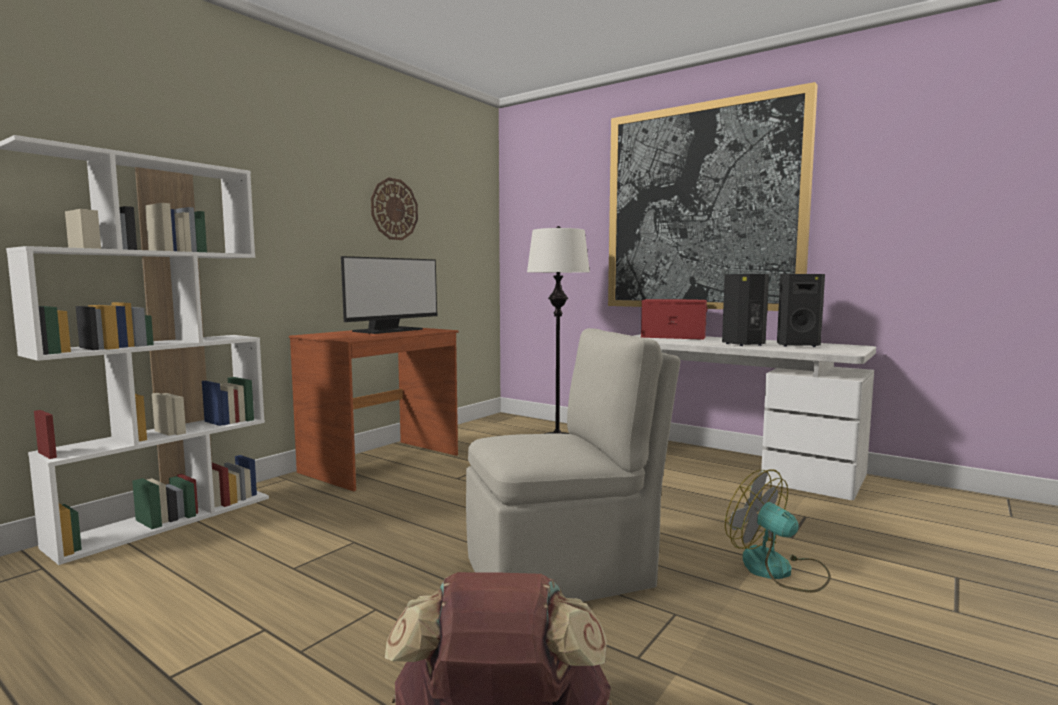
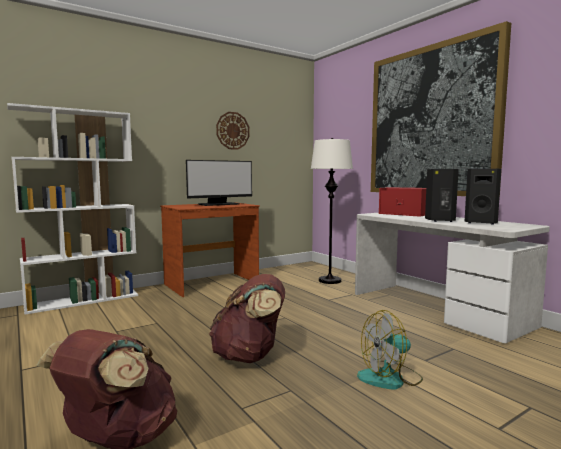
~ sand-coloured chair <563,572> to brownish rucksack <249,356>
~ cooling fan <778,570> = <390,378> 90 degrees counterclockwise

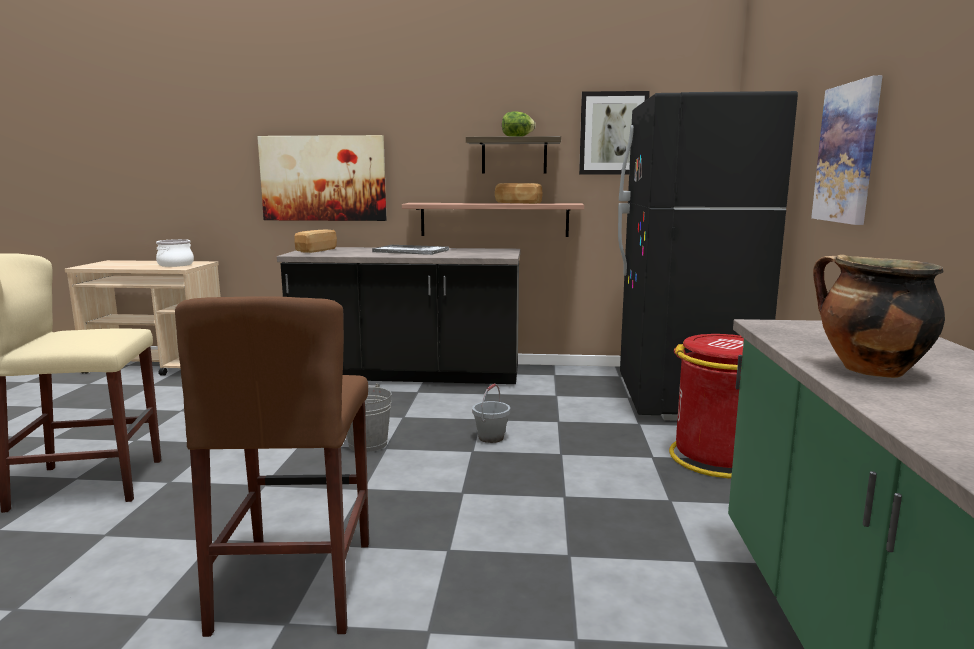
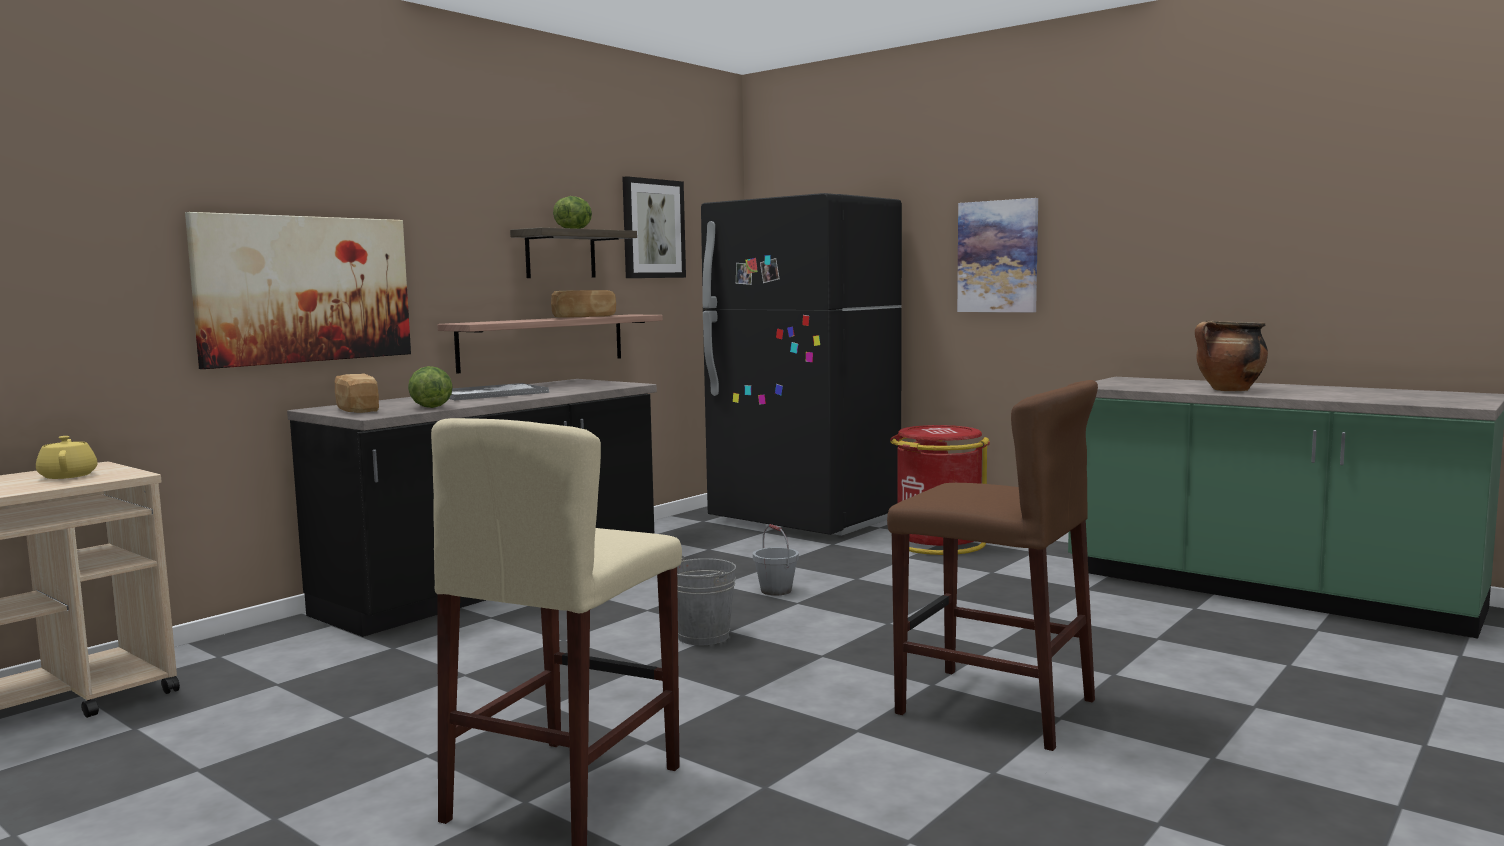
~ stockpot <175,265> to yellow pot for tea <68,476>
+ lettuce head <431,407>

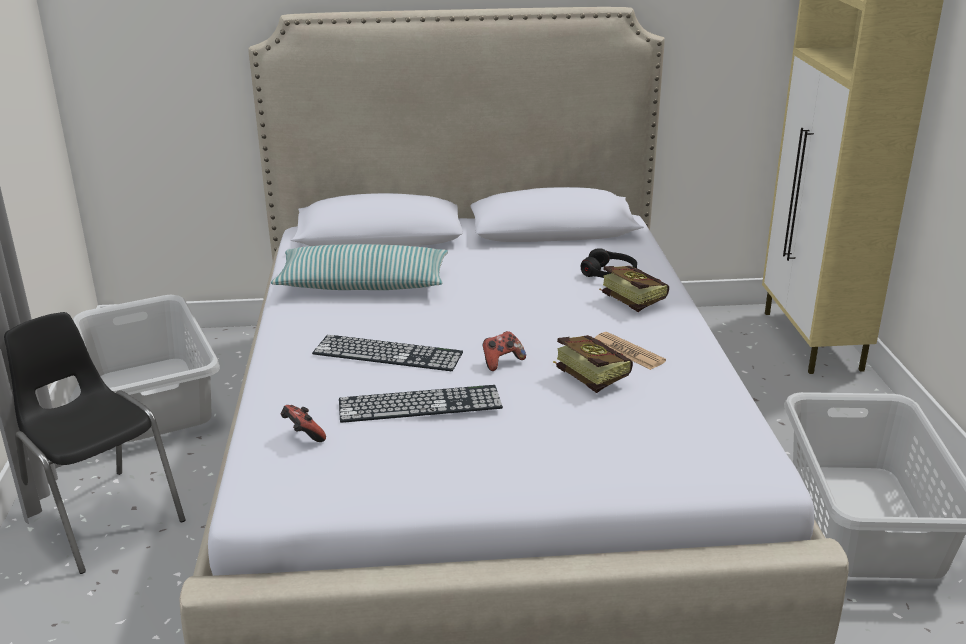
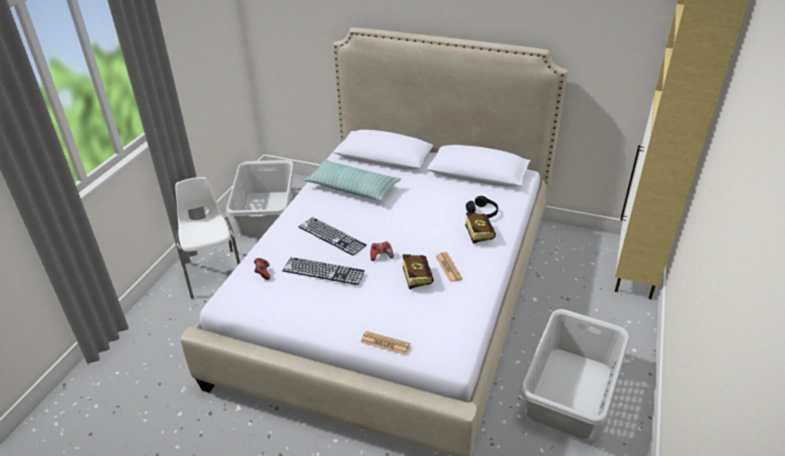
~ black chair <104,517> to white-coloured chair <214,272>
+ newspaper <385,343>

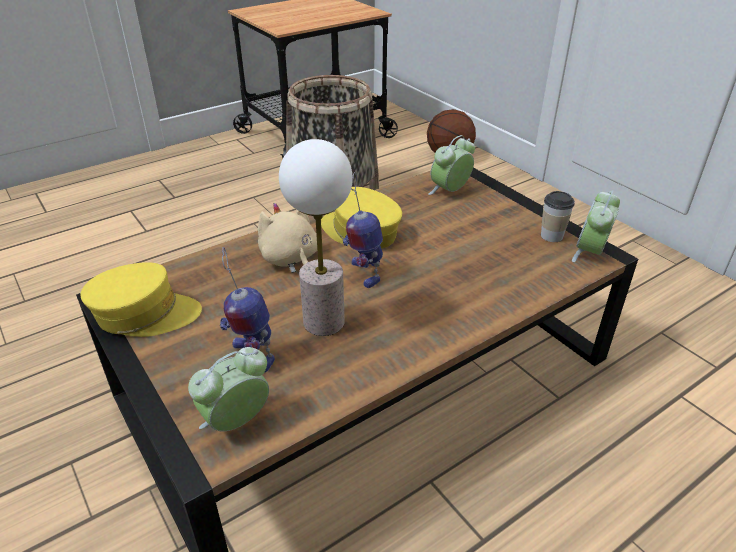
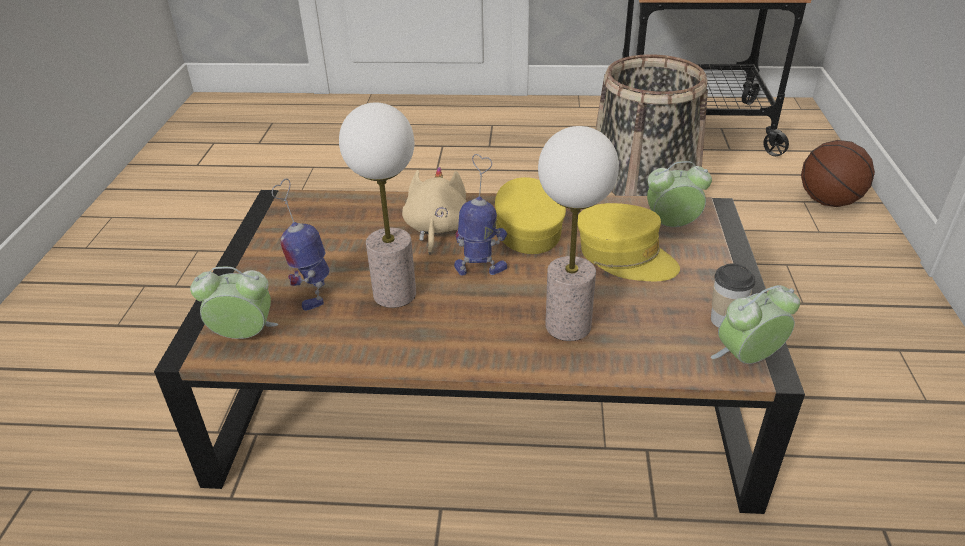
~ toy robot <364,273> = <480,268> 75 degrees clockwise
~ yellow peaked cap <145,314> to <625,256>
+ table lamp <567,326>

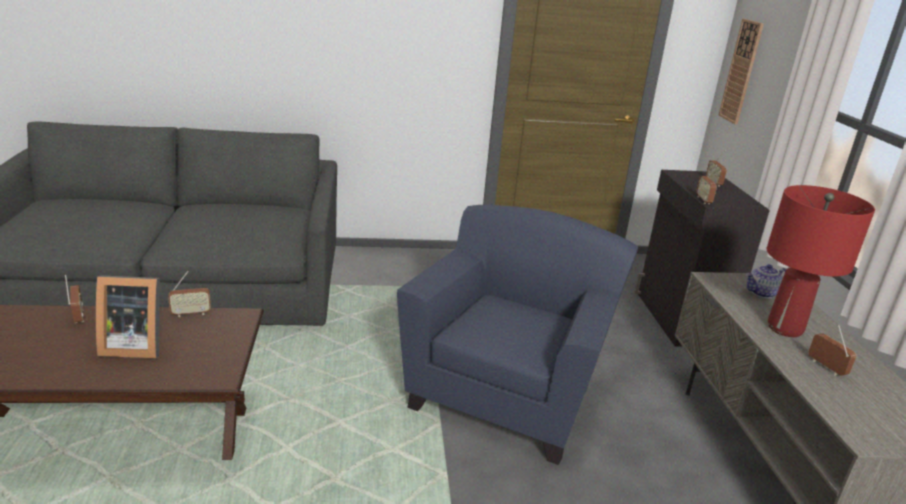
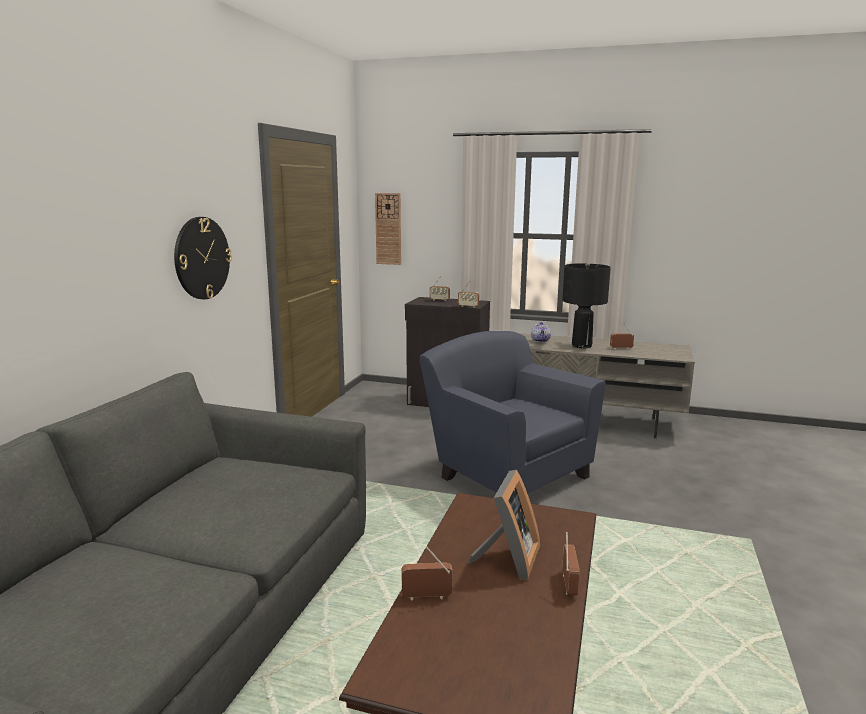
~ red table lamp <785,328> to black table lamp <581,346>
~ radio set <191,313> to <568,585>
+ hanging clock <202,258>

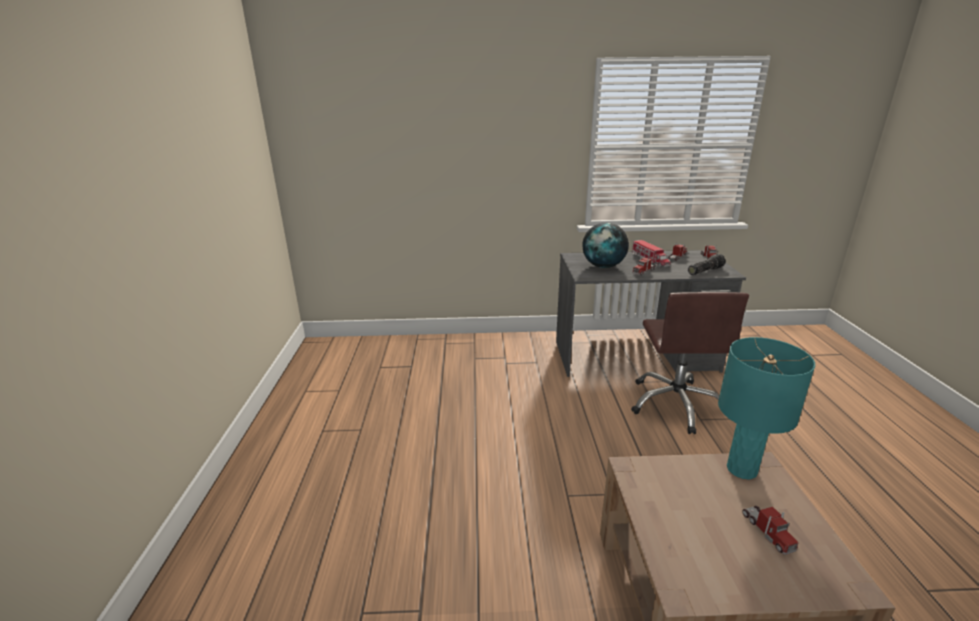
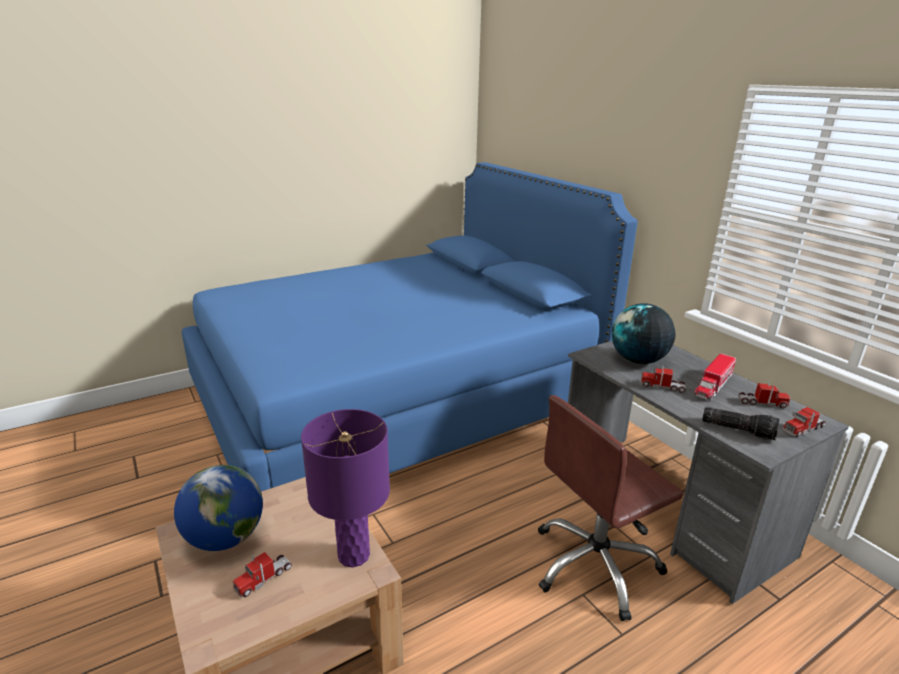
~ turquoise-coloured table lamp <742,470> to purplish table lamp <353,555>
+ blue-coloured bed <396,400>
+ desk globe <225,538>

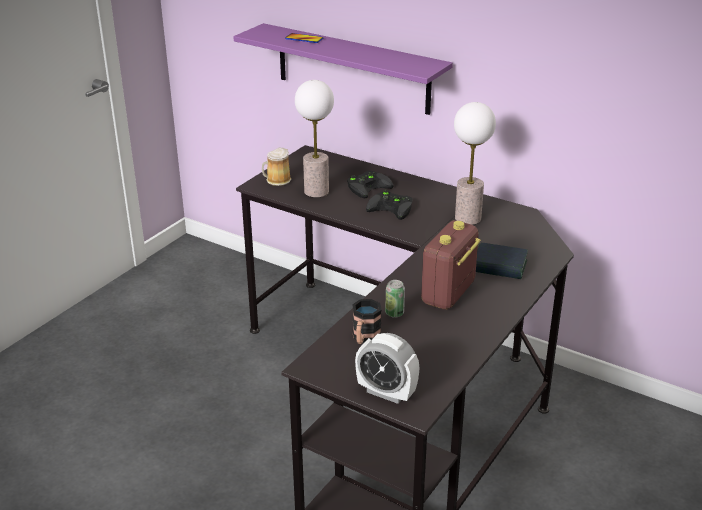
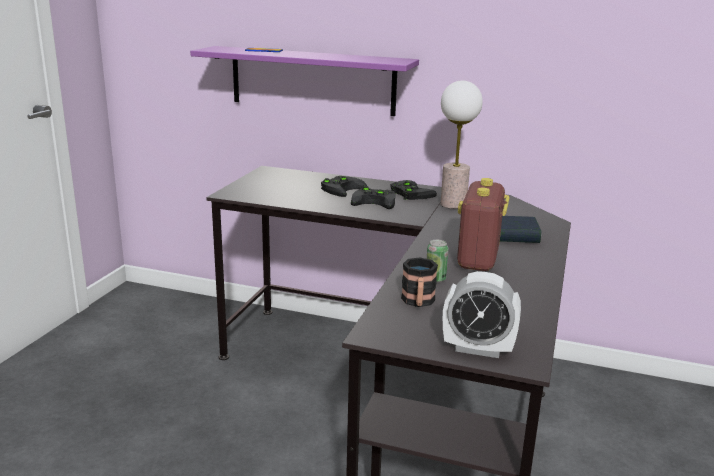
- table lamp <316,191>
- coffee mug <276,180>
+ black game controller <409,193>

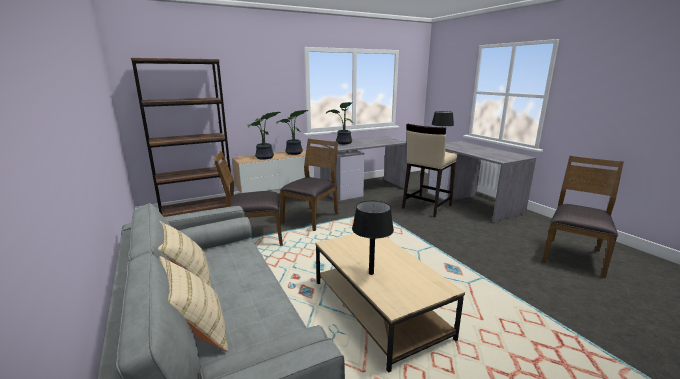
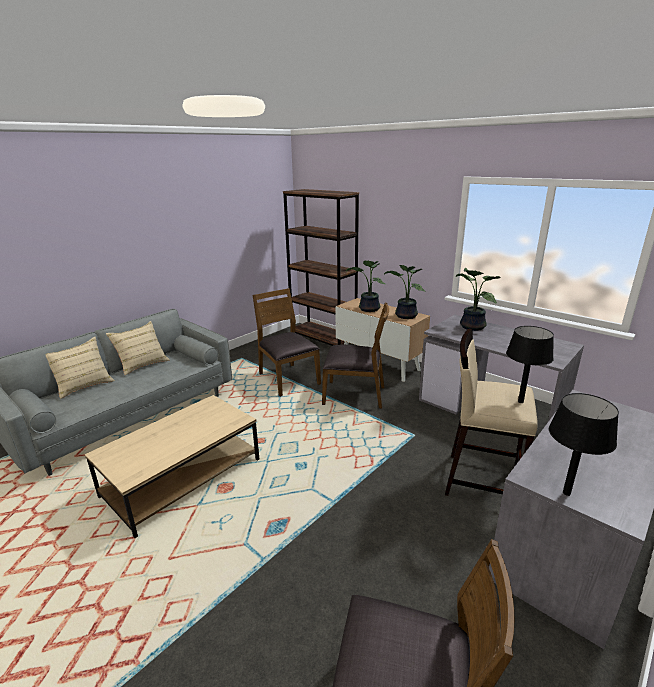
~ black table lamp <371,273> to <566,493>

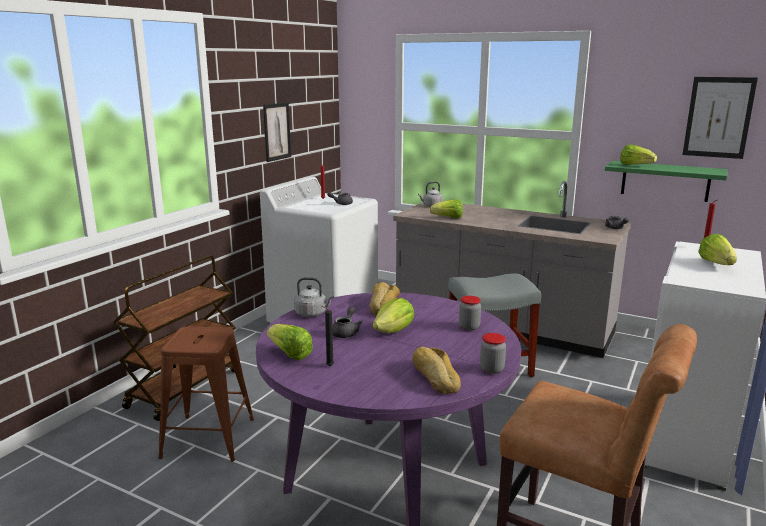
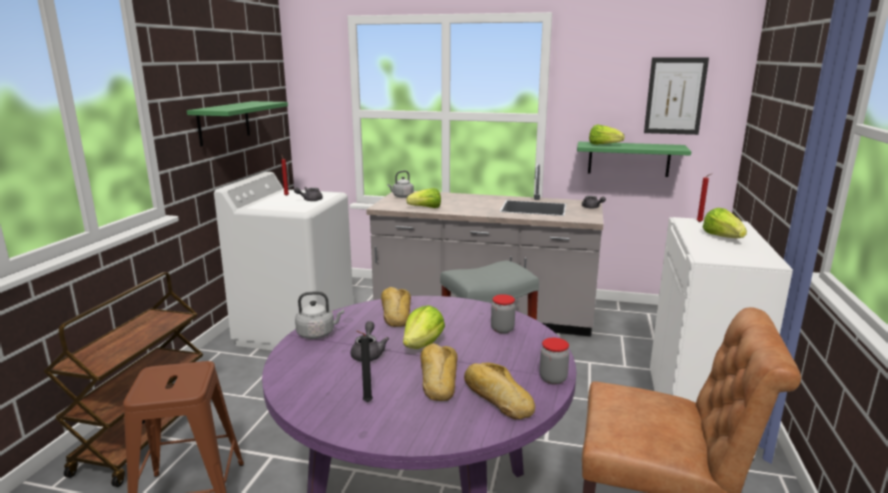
~ wall picture <277,131> to green-coloured bracket shelf <224,123>
- lettuce head <289,354>
+ baked bread <438,379>

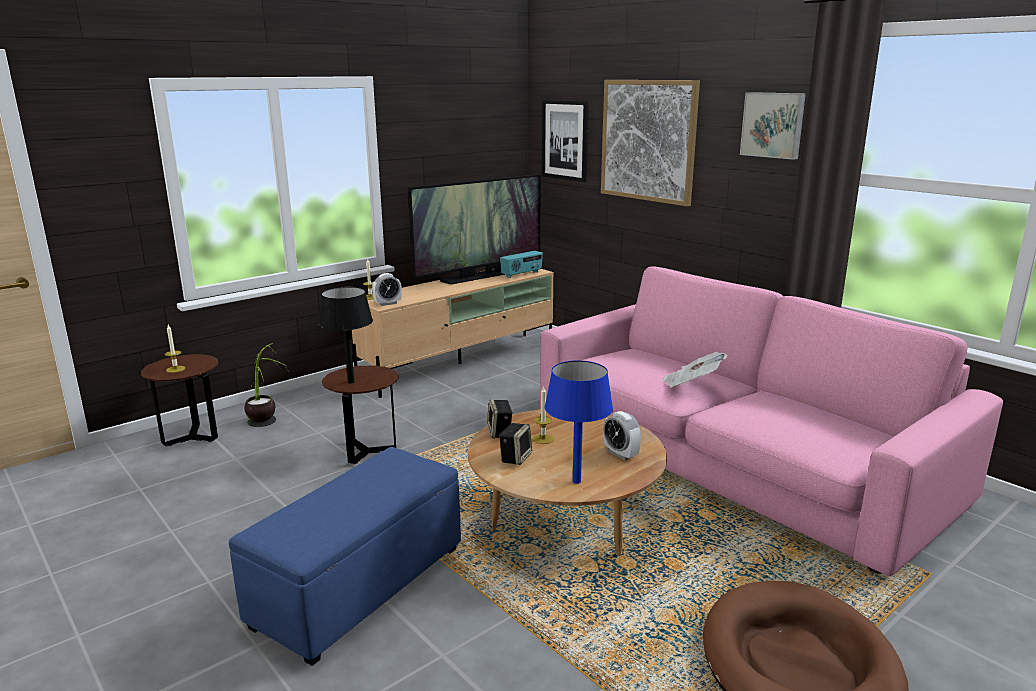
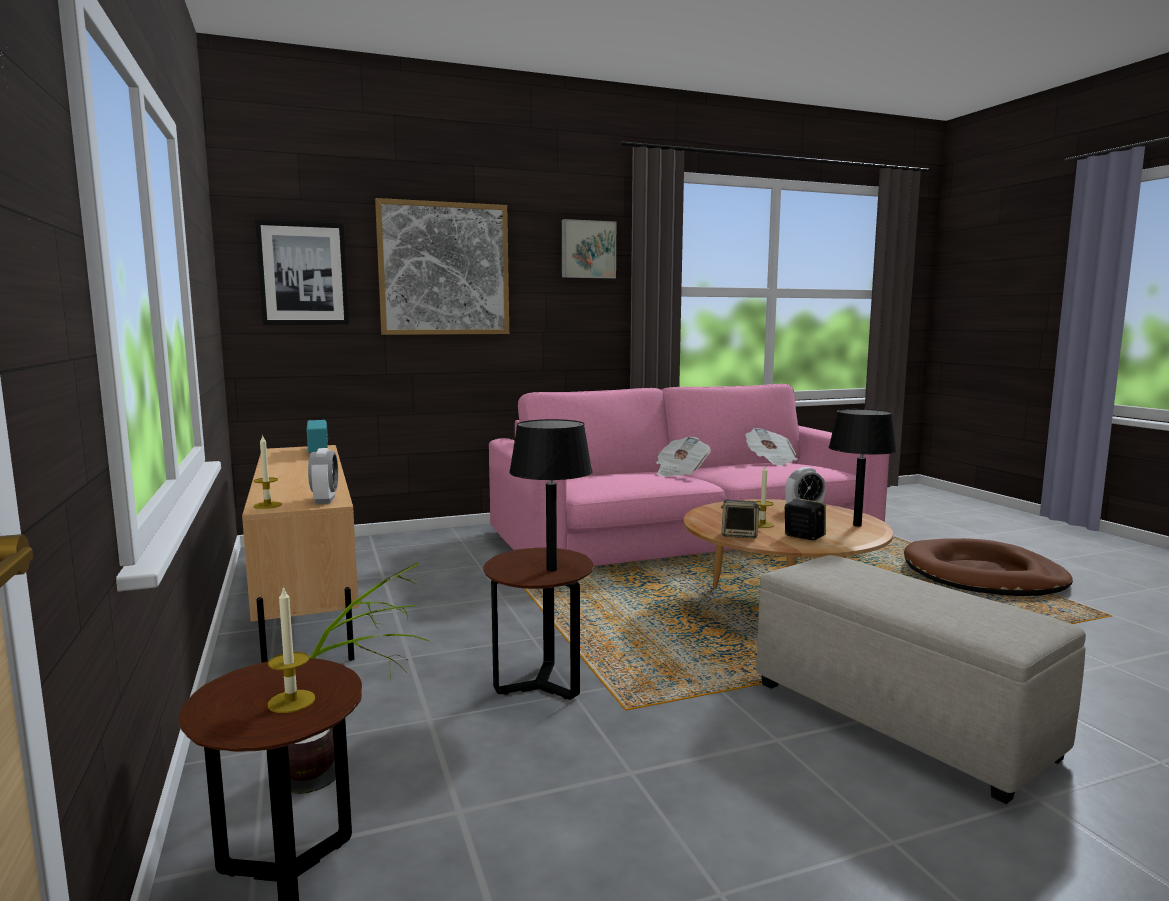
- TV <479,276>
~ blue-coloured table lamp <576,481> to black table lamp <857,525>
~ blue-coloured footrest <358,587> to sand-coloured footrest <900,719>
+ newspaper <770,461>

